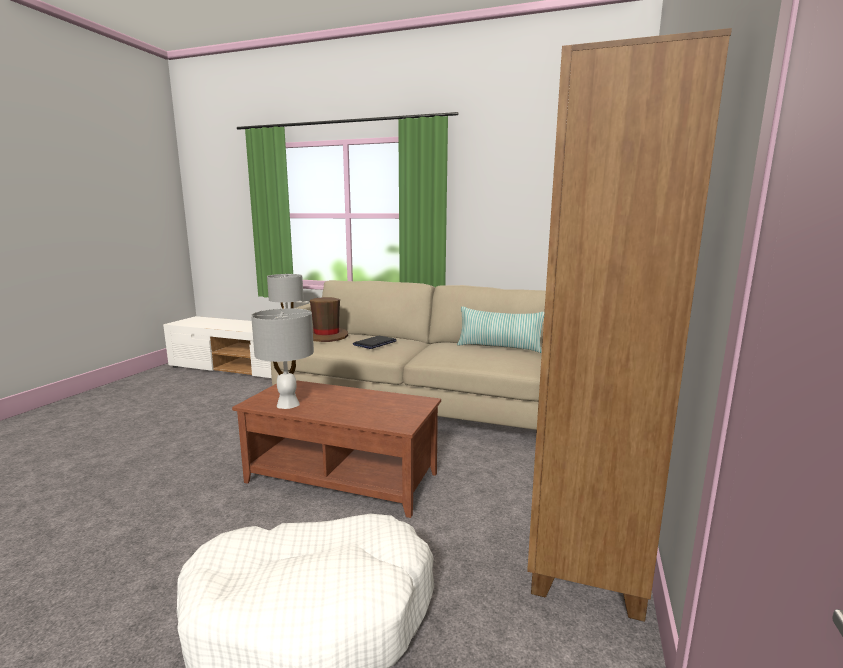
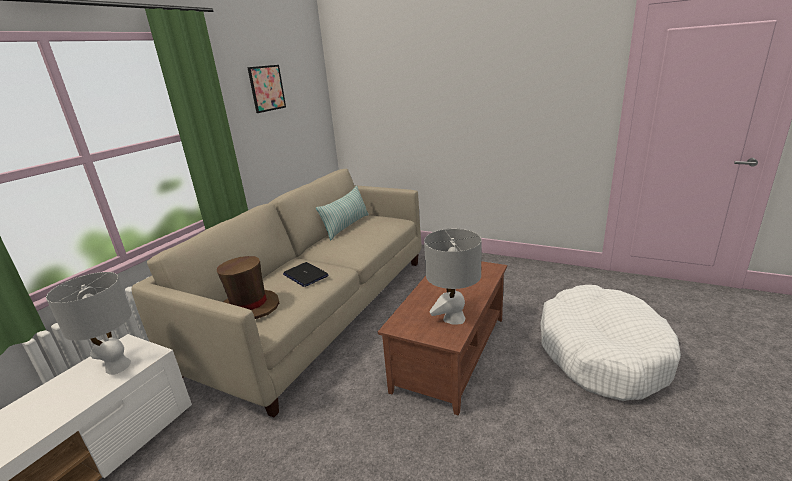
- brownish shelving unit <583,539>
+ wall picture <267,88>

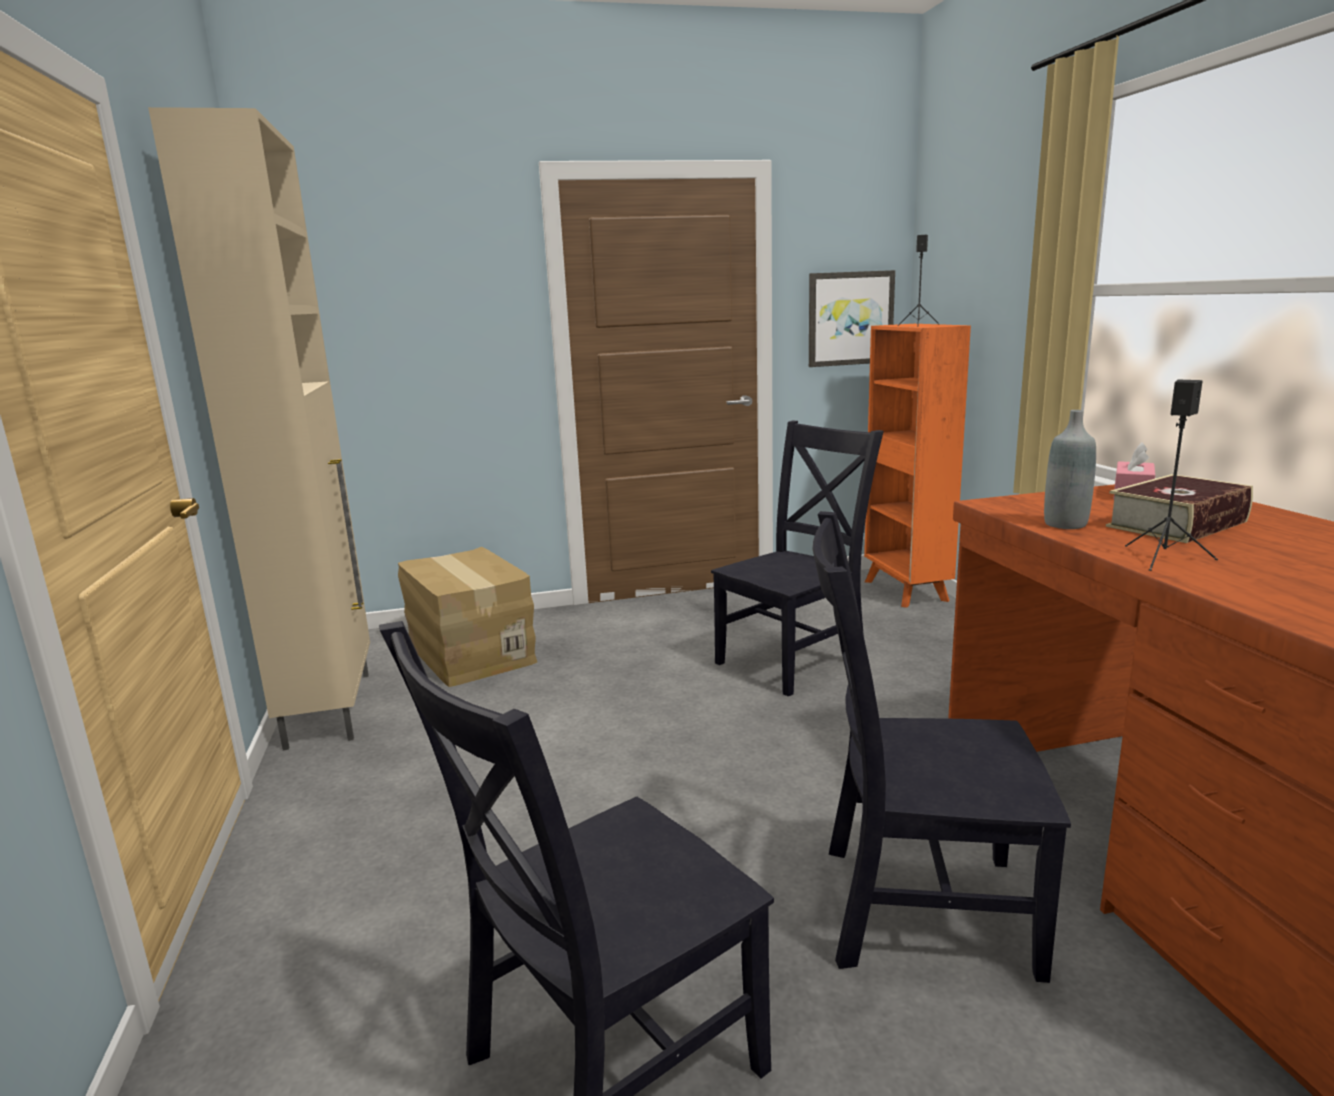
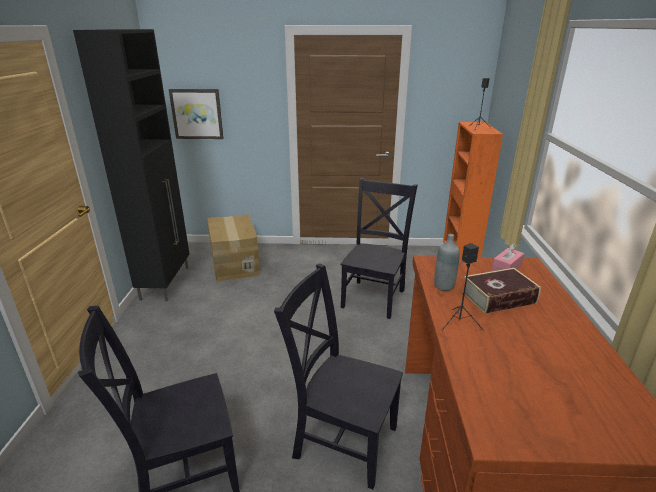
~ sand-coloured storage cabinet <331,708> to black storage cabinet <166,282>
~ wall picture <850,318> to <197,114>
~ black chair <794,661> = <374,297> 45 degrees counterclockwise

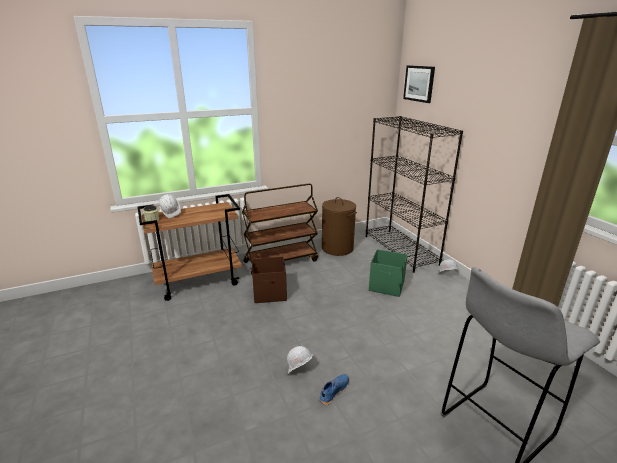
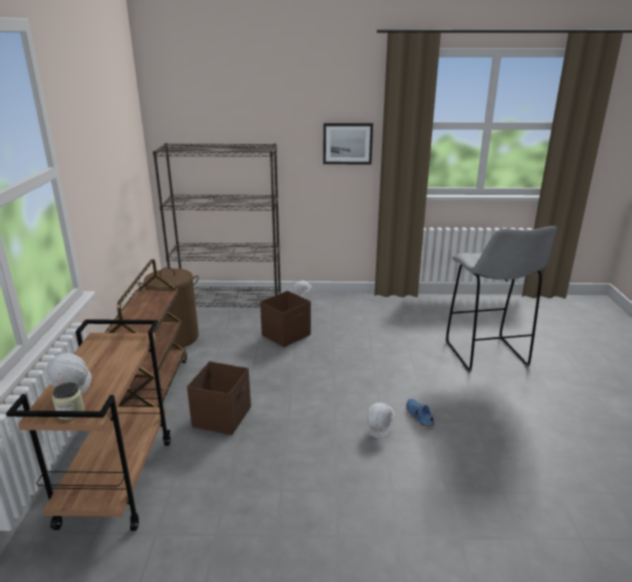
~ wall picture <419,83> to <347,143>
~ green-coloured storage bin <387,286> to brownish storage bin <287,335>

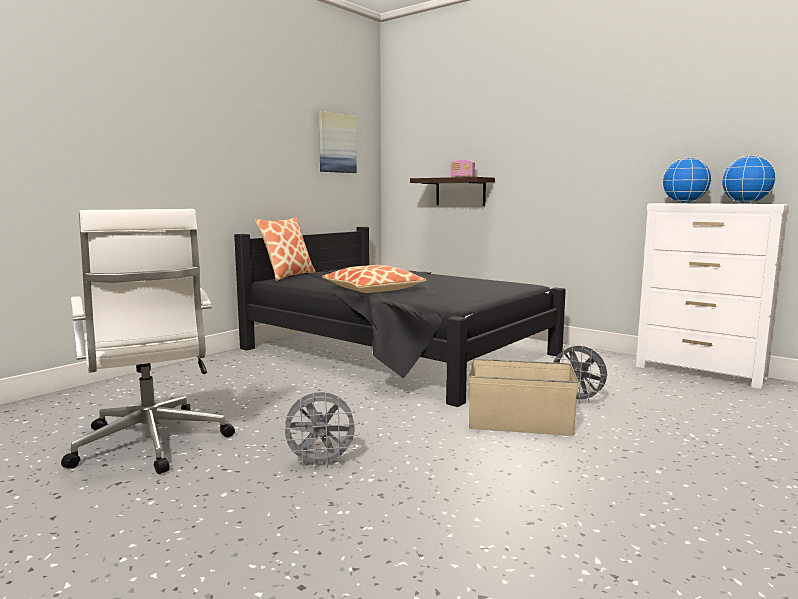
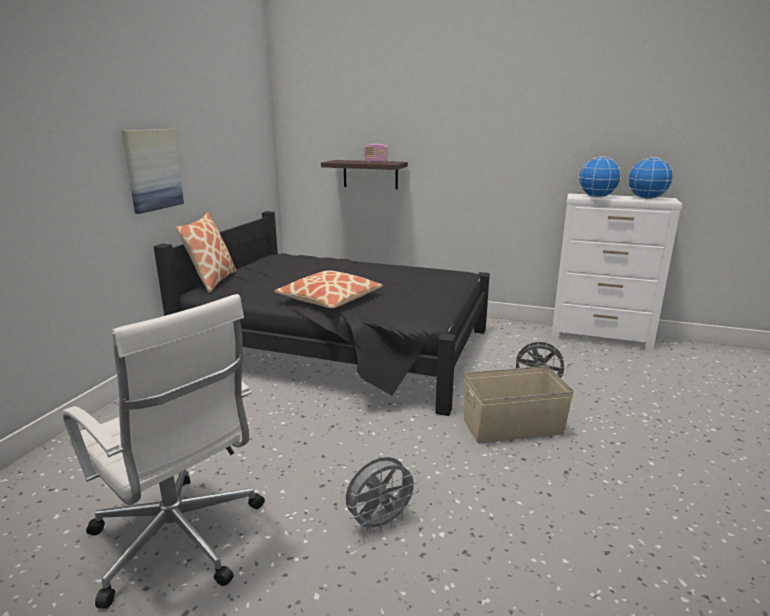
~ wall picture <337,143> to <152,169>

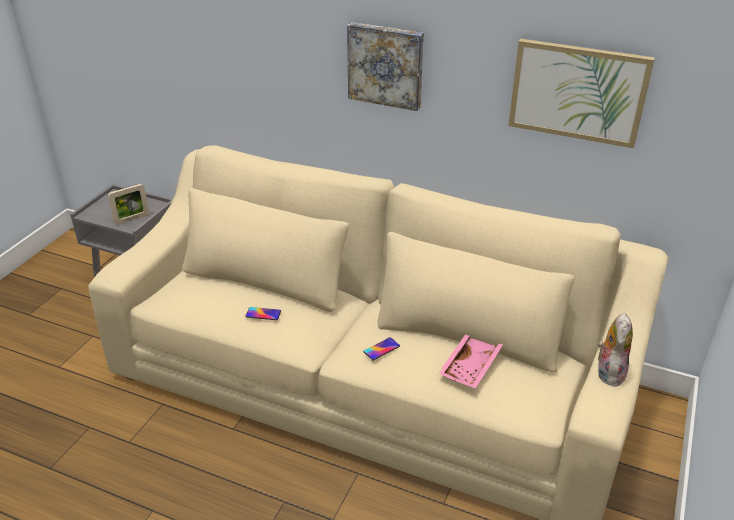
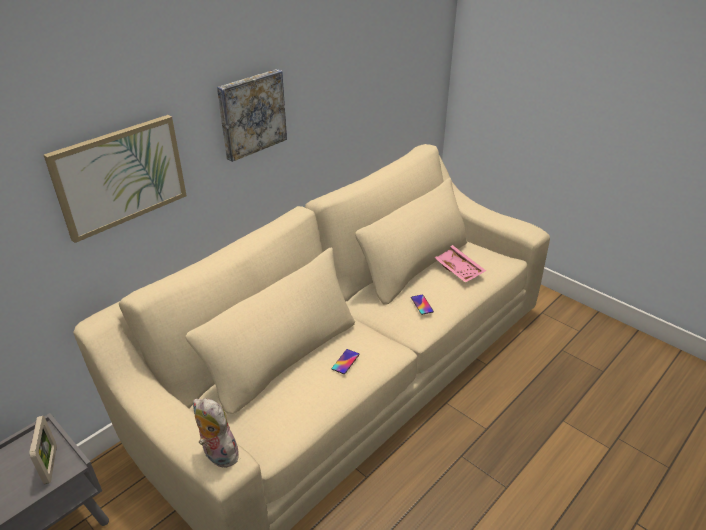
~ wall picture <578,92> to <120,176>
~ soft toy <608,372> to <217,454>

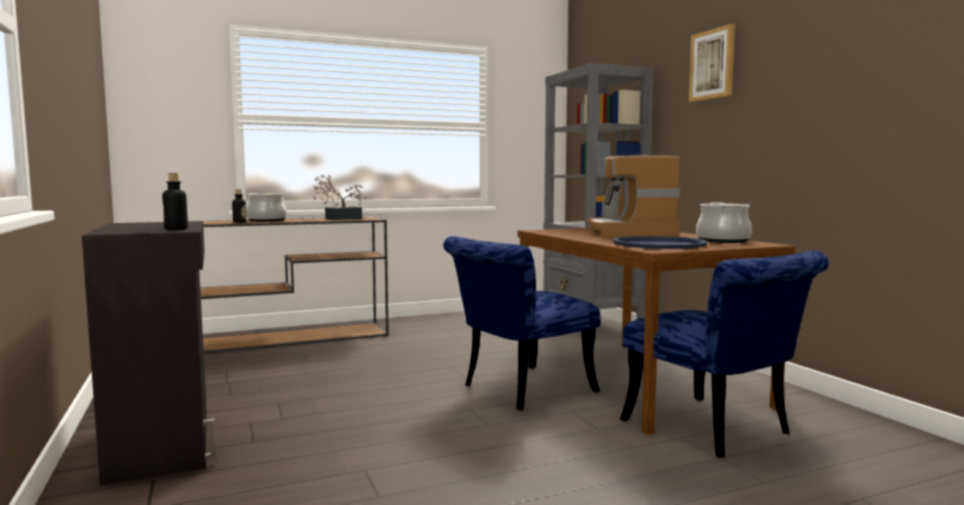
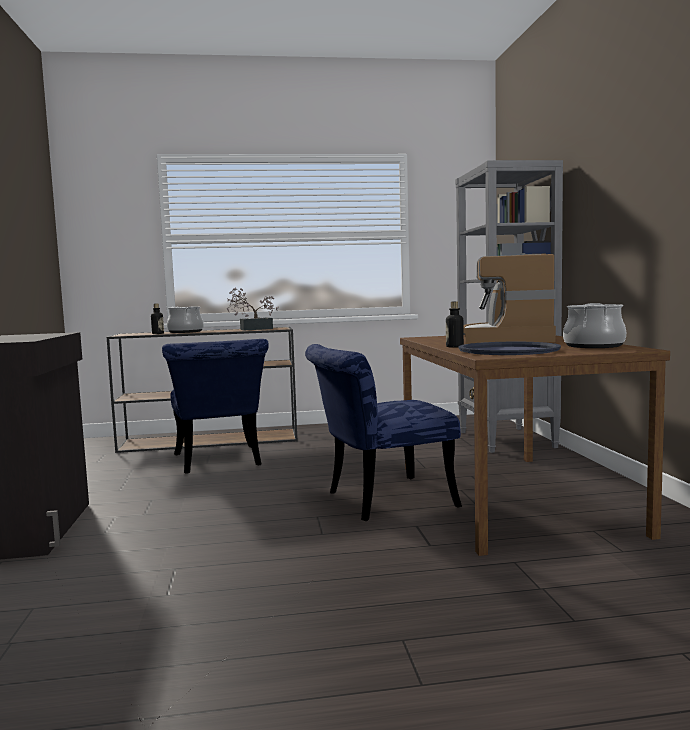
- wall picture <712,64>
~ bottle <176,229> to <454,347>
~ blue-coloured chair <717,431> to <219,462>

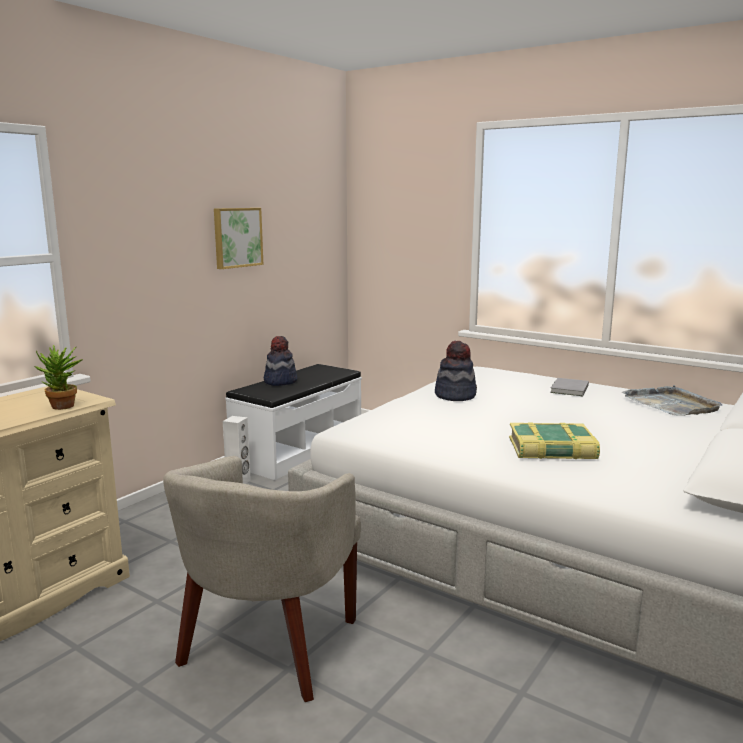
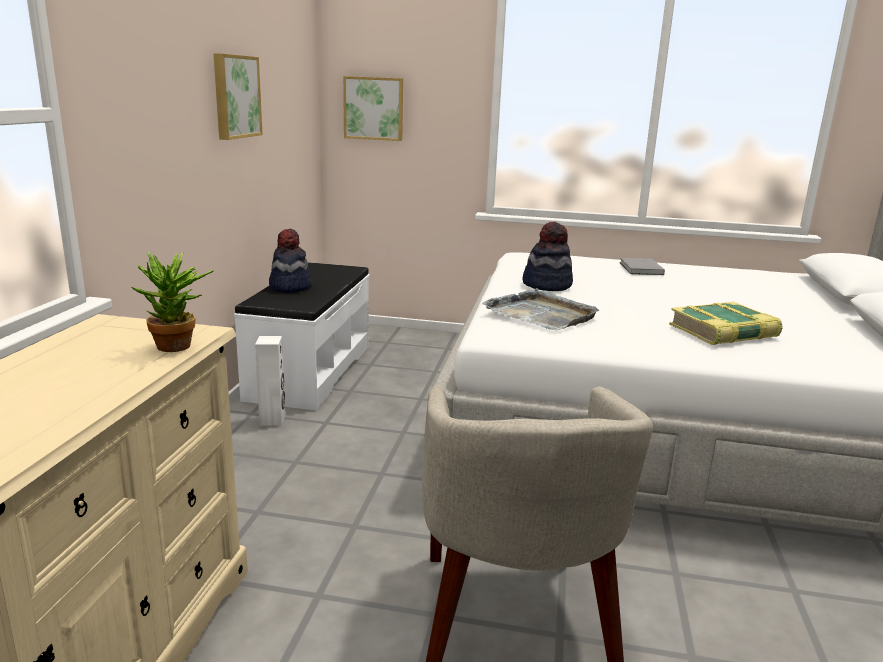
~ gray serving tray <671,404> to <541,314>
+ wall picture <374,108>

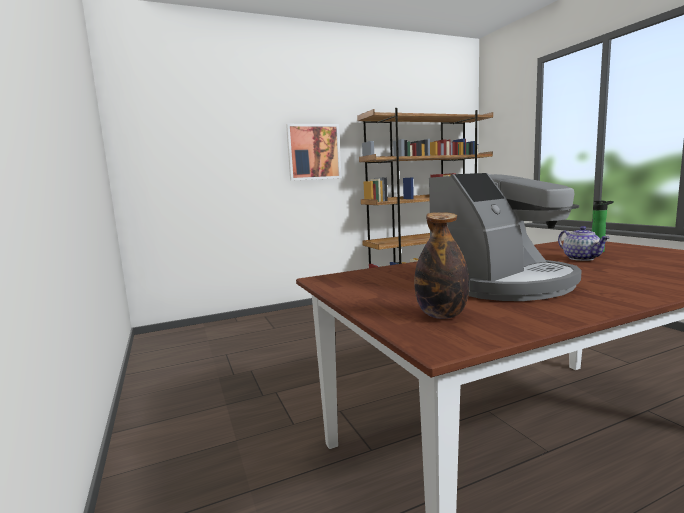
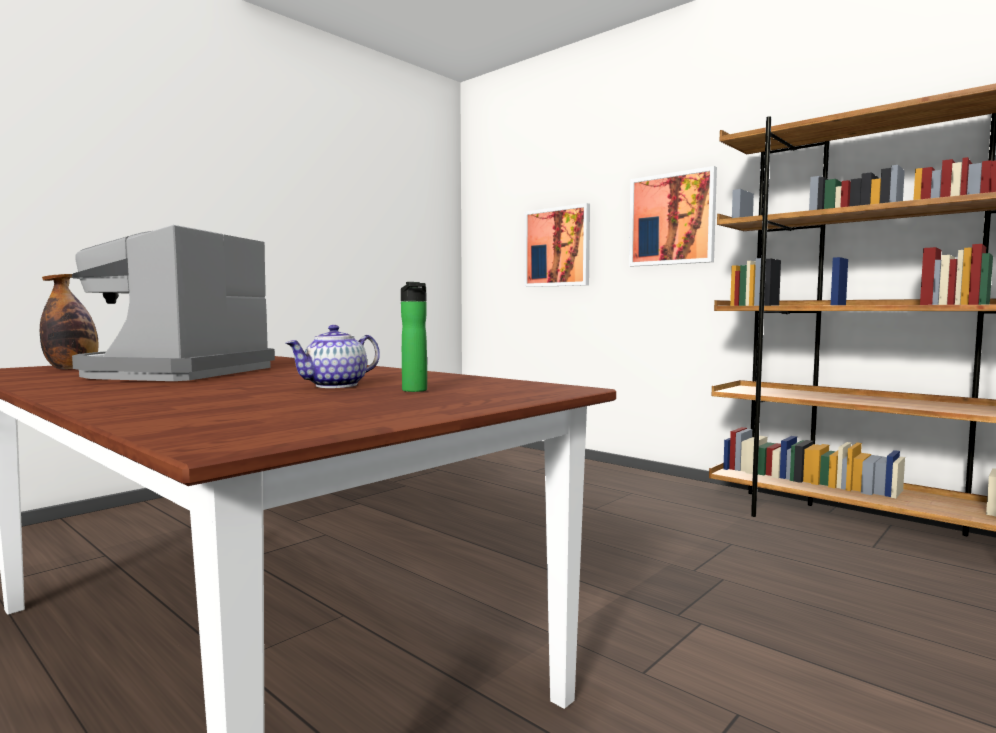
~ coffee machine <503,284> = <176,373> 75 degrees clockwise
+ wall picture <557,247>

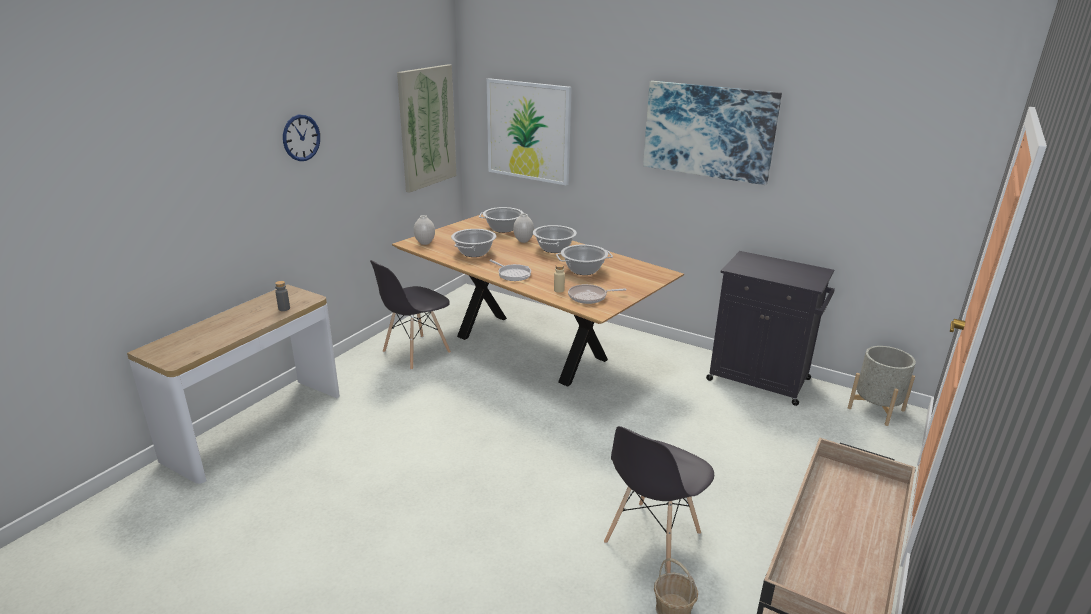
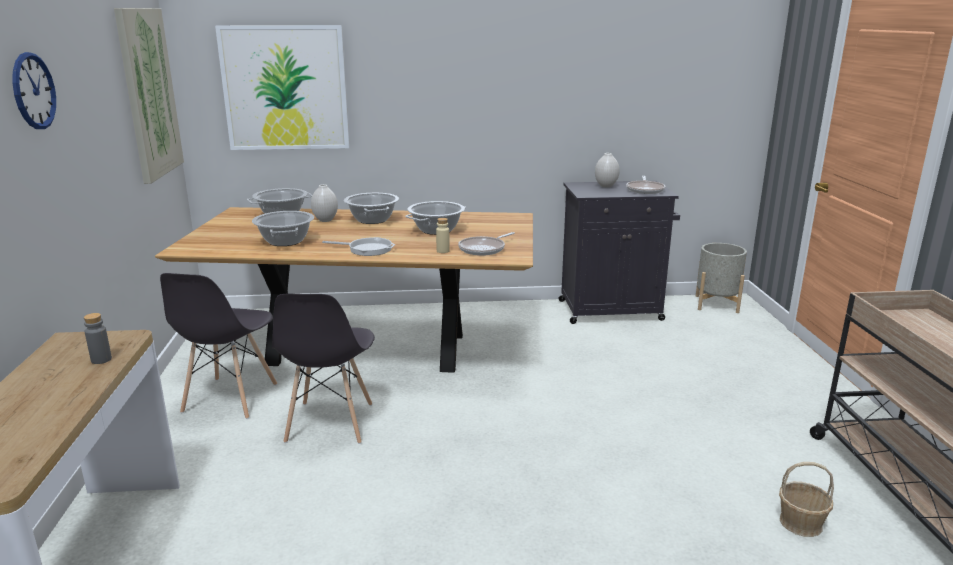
- wall picture <708,131>
~ white-coloured decorative vase <425,243> to <606,186>
~ gray chair <652,539> to <329,423>
+ frying pan <645,190>

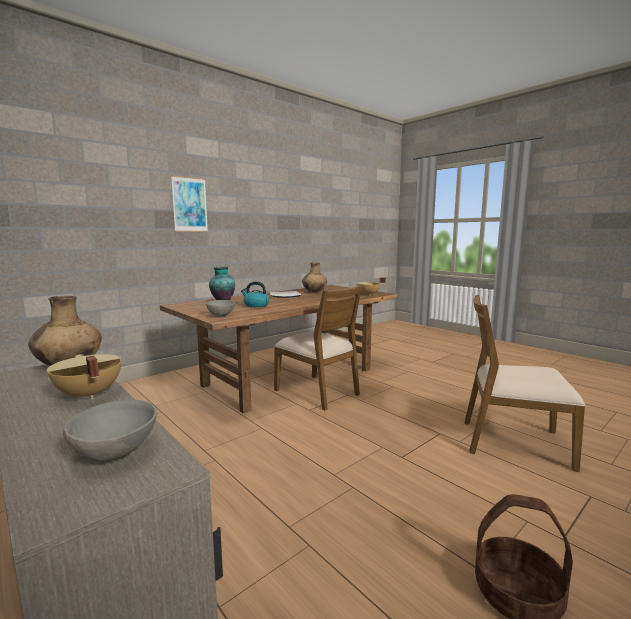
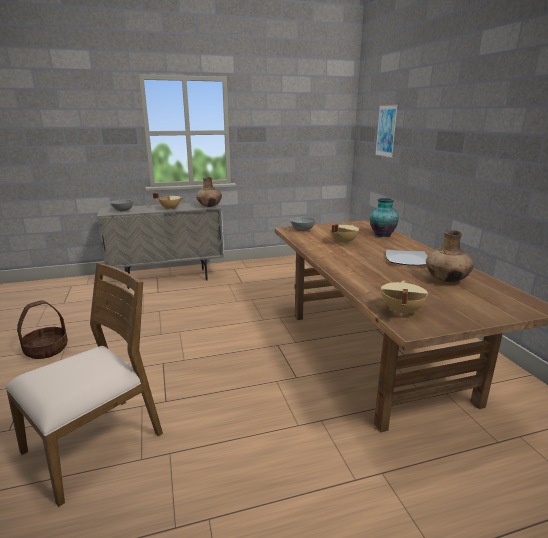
~ wall picture <189,204> to <386,131>
~ kettle <255,305> to sand-coloured stockpot <342,242>
- brownish chair <318,392>

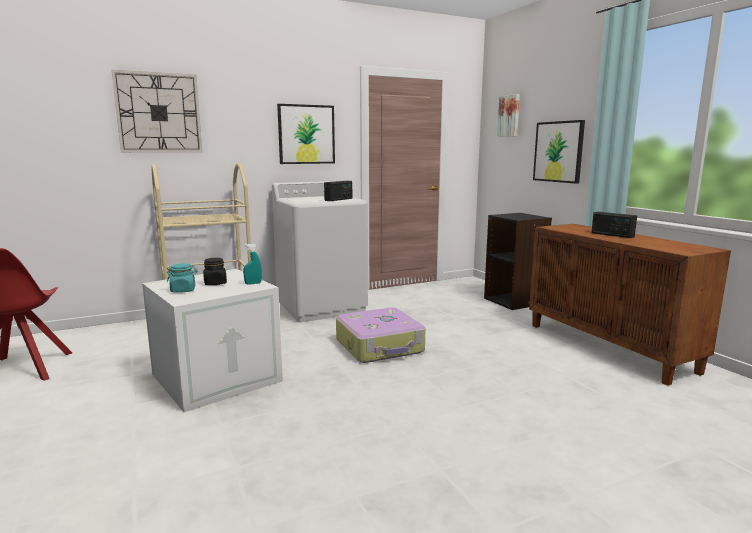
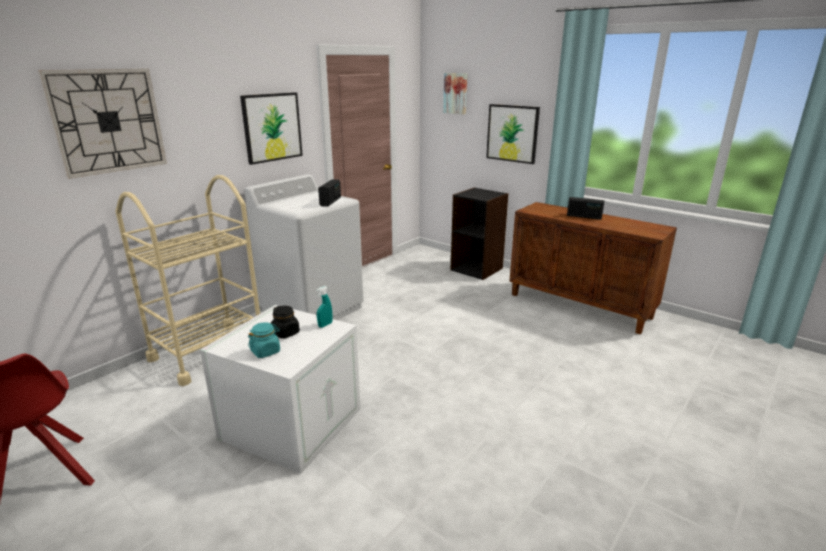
- piece of luggage <380,346>

